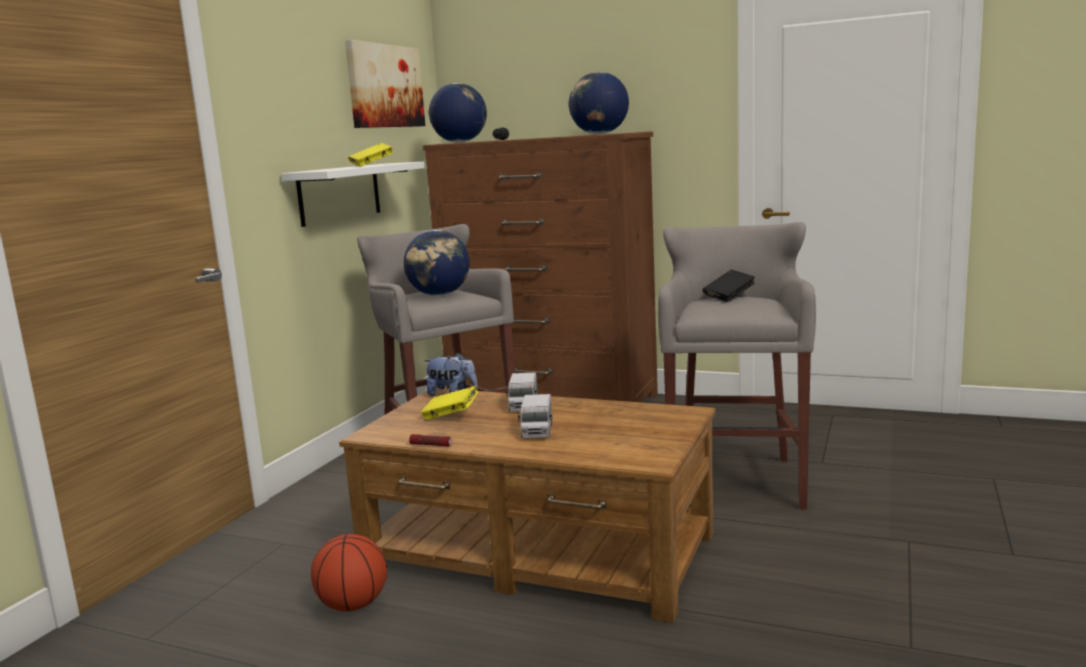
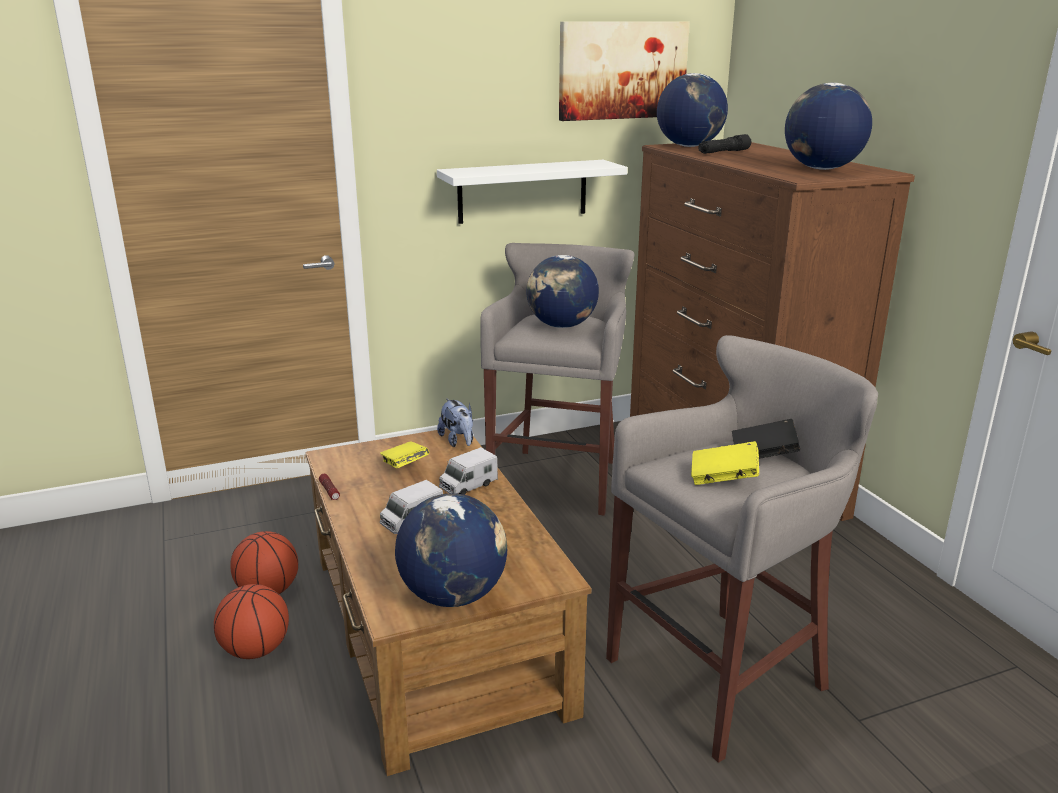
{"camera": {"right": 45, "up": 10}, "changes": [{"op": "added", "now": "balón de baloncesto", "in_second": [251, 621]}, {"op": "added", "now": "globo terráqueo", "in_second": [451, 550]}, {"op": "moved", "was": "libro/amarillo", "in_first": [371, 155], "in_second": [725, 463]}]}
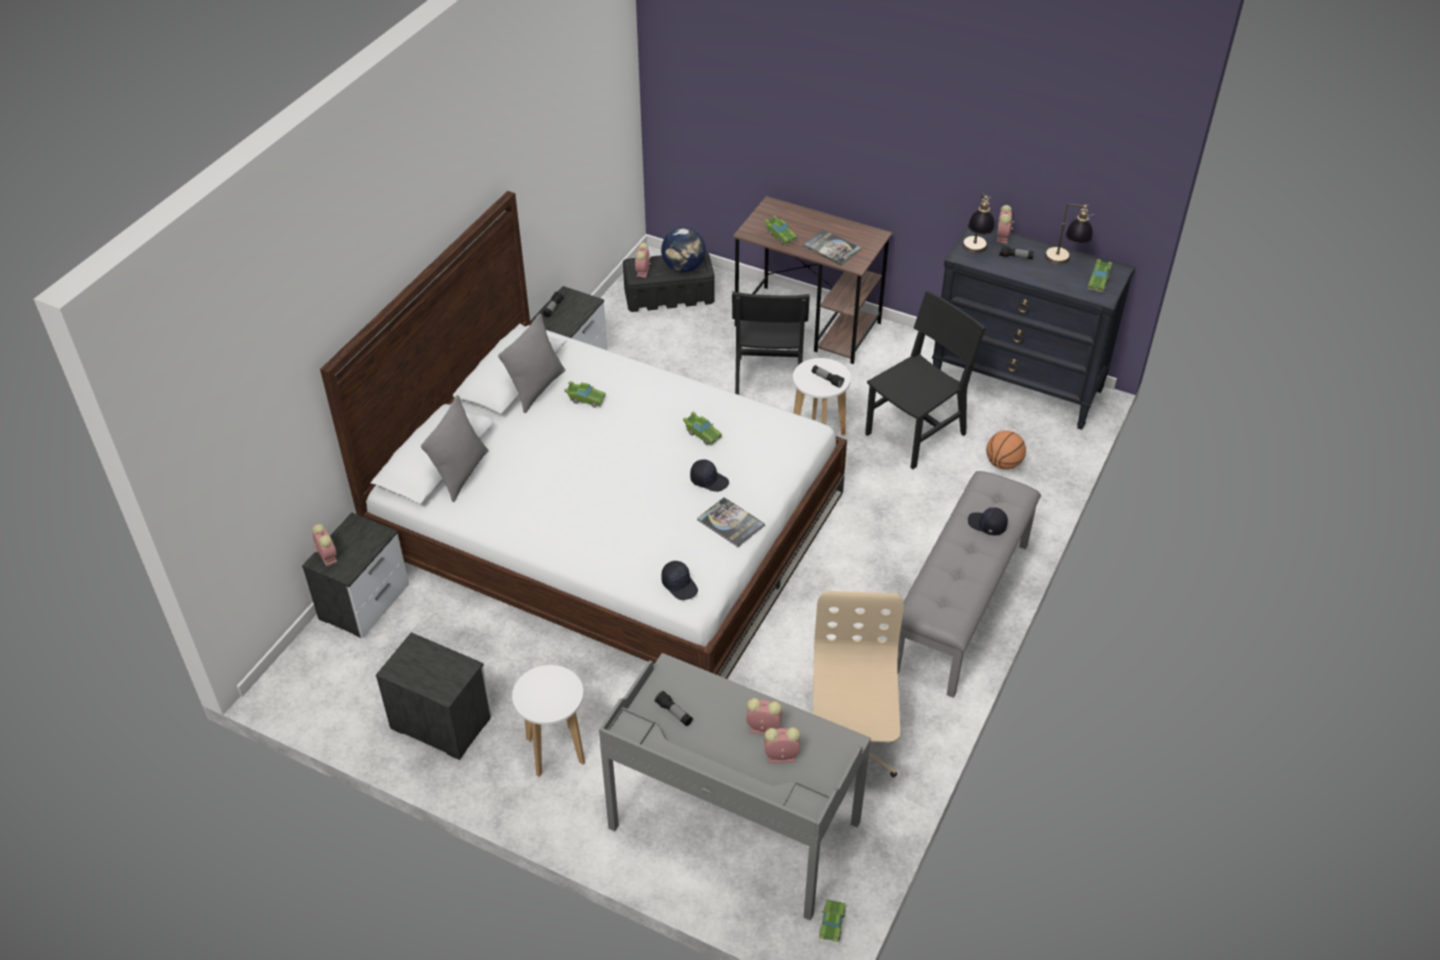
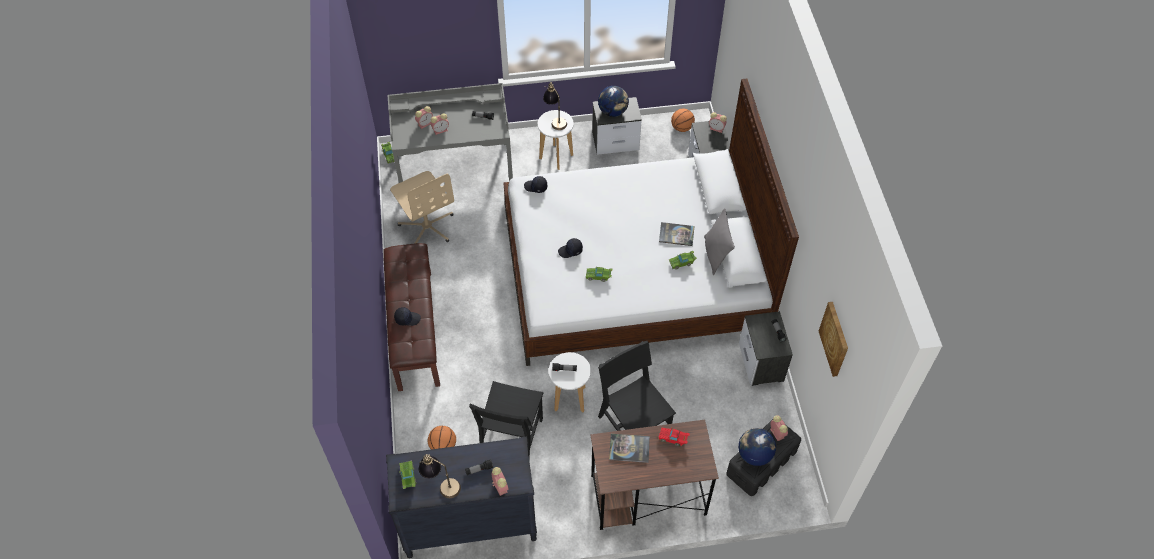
{"camera": {"right": 145, "up": 10}, "changes": [{"op": "removed", "was": "cojín/gris", "in_first": [454, 448]}, {"op": "added", "now": "globo terráqueo", "in_second": [613, 101]}, {"op": "added", "now": "balón de baloncesto", "in_second": [683, 120]}, {"op": "added", "now": "cuadro", "in_second": [833, 339]}, {"op": "moved", "was": "libro", "in_first": [731, 522], "in_second": [676, 234]}, {"op": "moved", "was": "lámpara de mesa", "in_first": [978, 223], "in_second": [555, 106]}, {"op": "recoloured", "was": "coche de juguete/verde", "now": "coche de juguete/rojo", "in_first": [780, 230], "in_second": [674, 436]}, {"op": "recoloured", "was": "banco/gris", "now": "banco/marrón", "in_first": [969, 584], "in_second": [411, 317]}]}
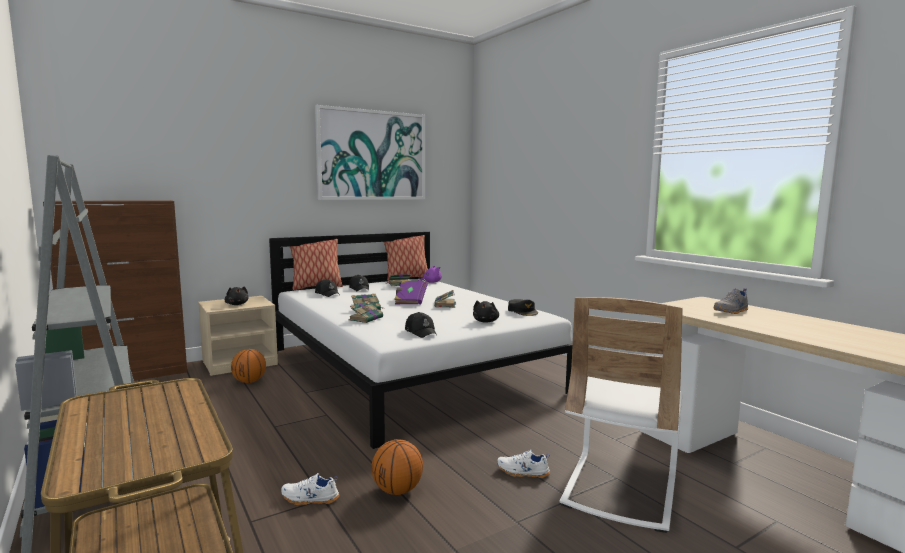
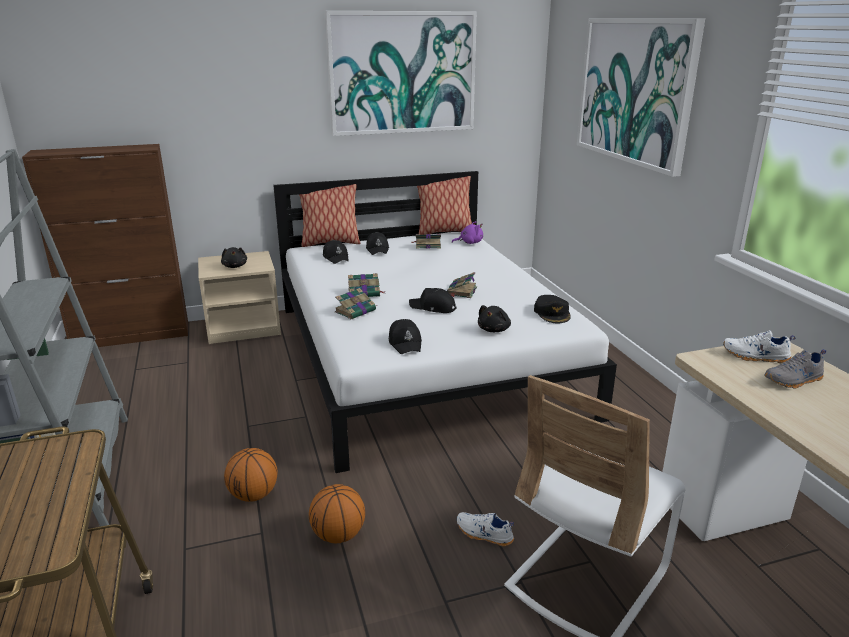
{"camera": {"right": 15, "up": 15}, "changes": [{"op": "removed", "was": "libro/morado", "in_first": [411, 292]}, {"op": "added", "now": "gorra/negro", "in_second": [432, 300]}, {"op": "added", "now": "cuadro", "in_second": [641, 98]}, {"op": "moved", "was": "balón de baloncesto", "in_first": [248, 366], "in_second": [251, 475]}, {"op": "moved", "was": "zapato/blanco", "in_first": [310, 489], "in_second": [759, 346]}]}
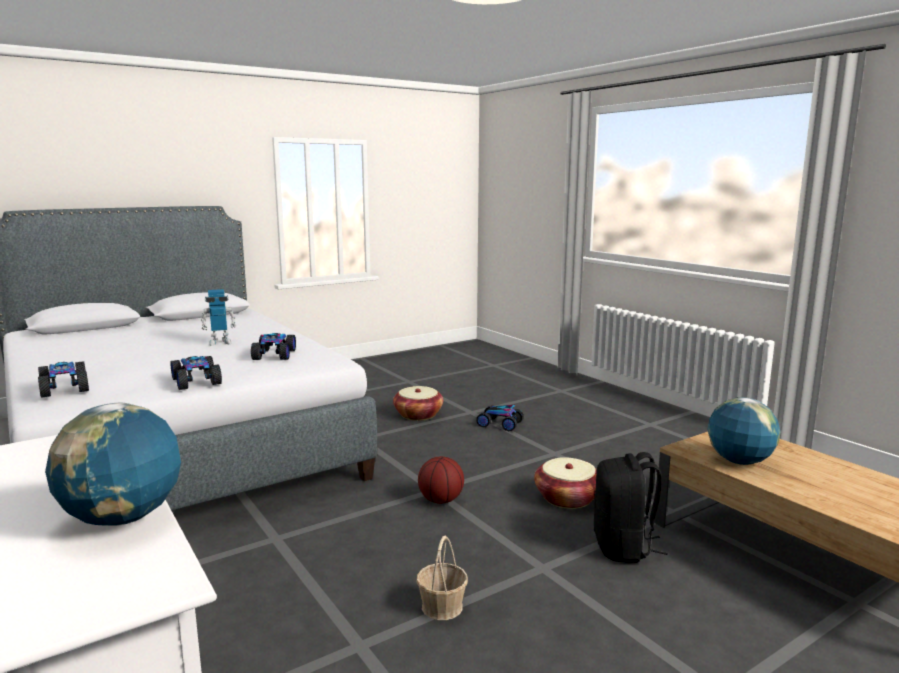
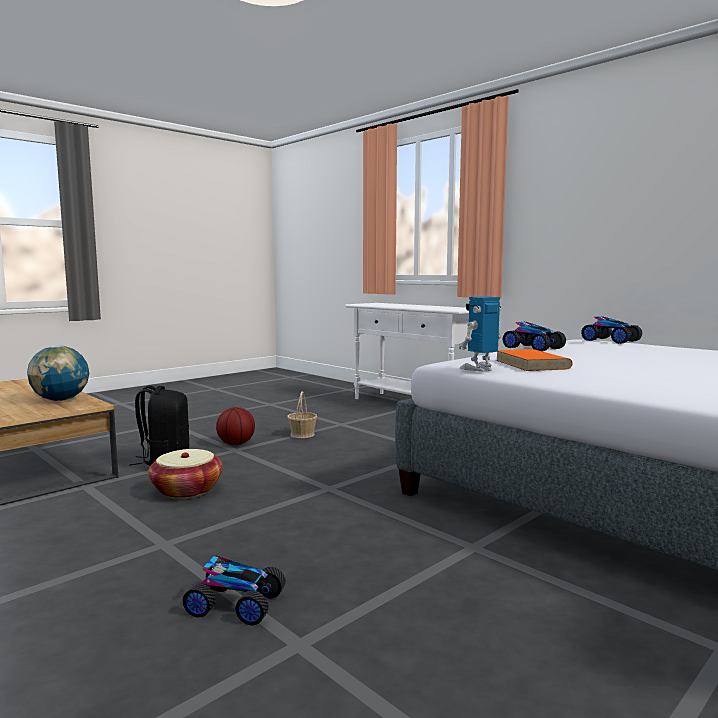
{"camera": {"right": 170, "up": -5}, "changes": [{"op": "removed", "was": "globo terráqueo", "in_first": [113, 464]}, {"op": "removed", "was": "cesta", "in_first": [418, 403]}, {"op": "moved", "was": "robot de juguete", "in_first": [218, 317], "in_second": [480, 334]}, {"op": "moved", "was": "balón de baloncesto", "in_first": [441, 480], "in_second": [235, 426]}, {"op": "replaced", "was": "coche de juguete", "now": "libro/naranja", "in_first": [273, 346], "in_second": [534, 360]}]}
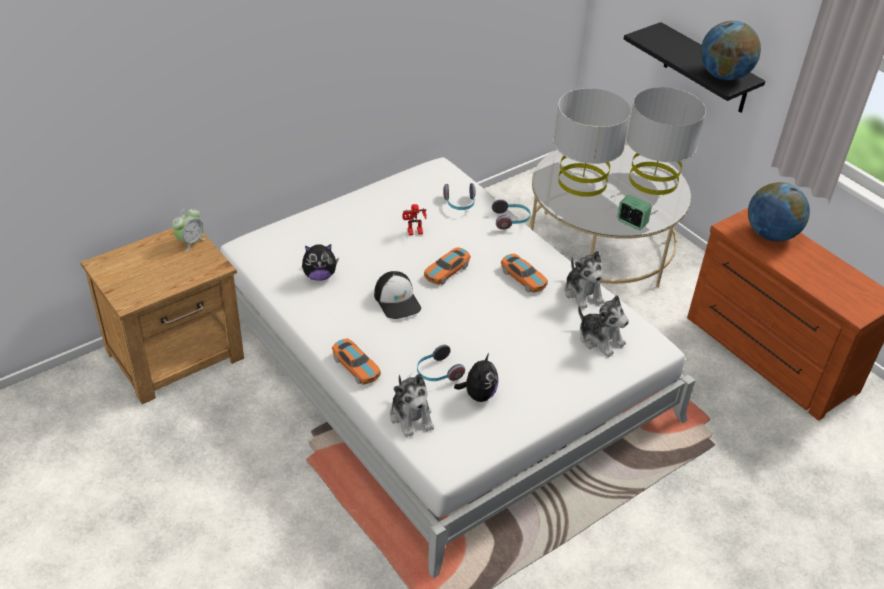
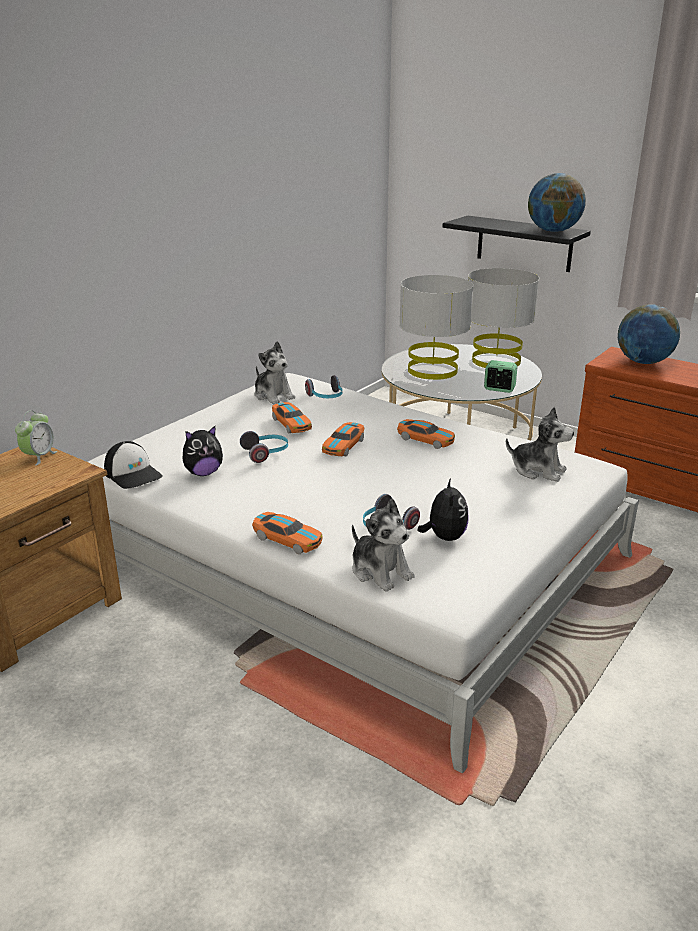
{"camera": {"right": -15, "up": -15}, "changes": [{"op": "moved", "was": "gorra", "in_first": [397, 295], "in_second": [133, 465]}, {"op": "moved", "was": "auriculares", "in_first": [511, 214], "in_second": [264, 447]}, {"op": "moved", "was": "peluche", "in_first": [584, 280], "in_second": [275, 373]}, {"op": "replaced", "was": "robot de juguete", "now": "coche de juguete", "in_first": [414, 219], "in_second": [292, 418]}]}
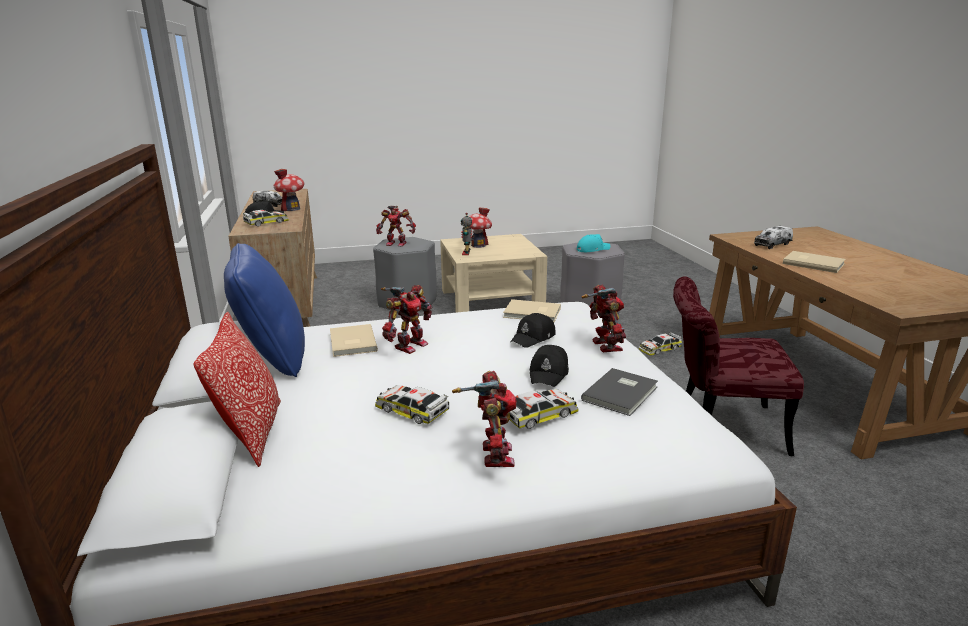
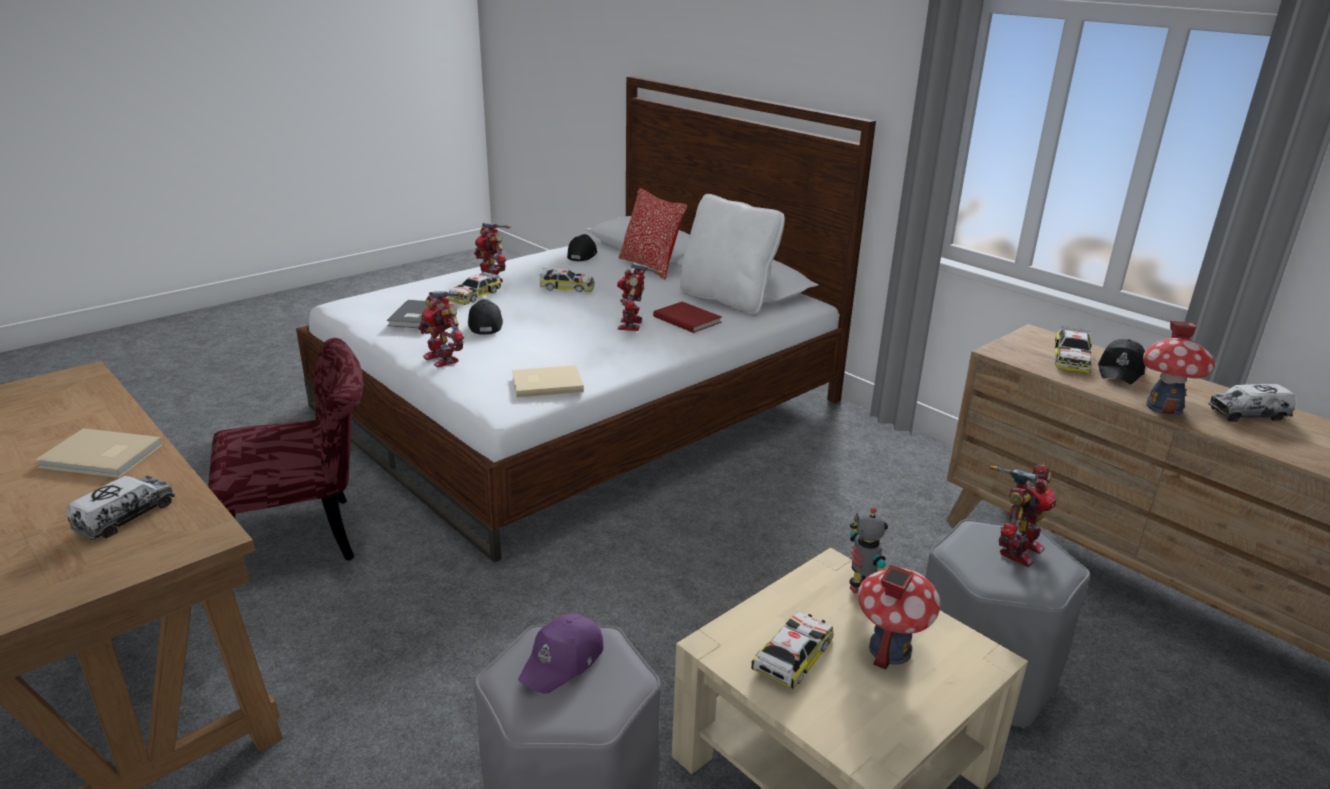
{"camera": {"right": 150, "up": 5}, "changes": [{"op": "moved", "was": "gorra/negro", "in_first": [533, 330], "in_second": [582, 247]}, {"op": "moved", "was": "coche de juguete", "in_first": [660, 344], "in_second": [792, 650]}, {"op": "recoloured", "was": "cojín/azul", "now": "cojín/blanco", "in_first": [264, 310], "in_second": [732, 254]}, {"op": "recoloured", "was": "libro/beis", "now": "libro/rojo", "in_first": [354, 340], "in_second": [687, 317]}, {"op": "recoloured", "was": "gorra/turquesa", "now": "gorra/morado", "in_first": [593, 243], "in_second": [560, 654]}, {"op": "turned", "was": "robot de juguete", "in_first": [396, 226], "in_second": [1022, 516], "clockwise": 150}]}
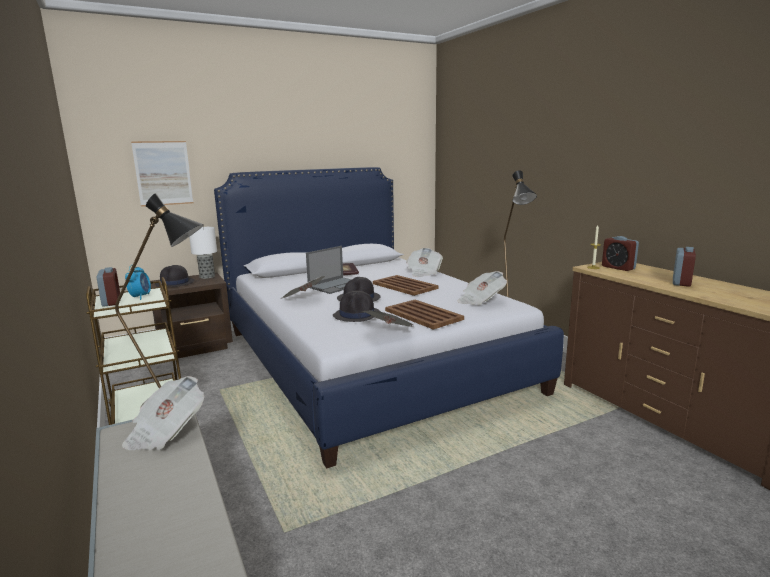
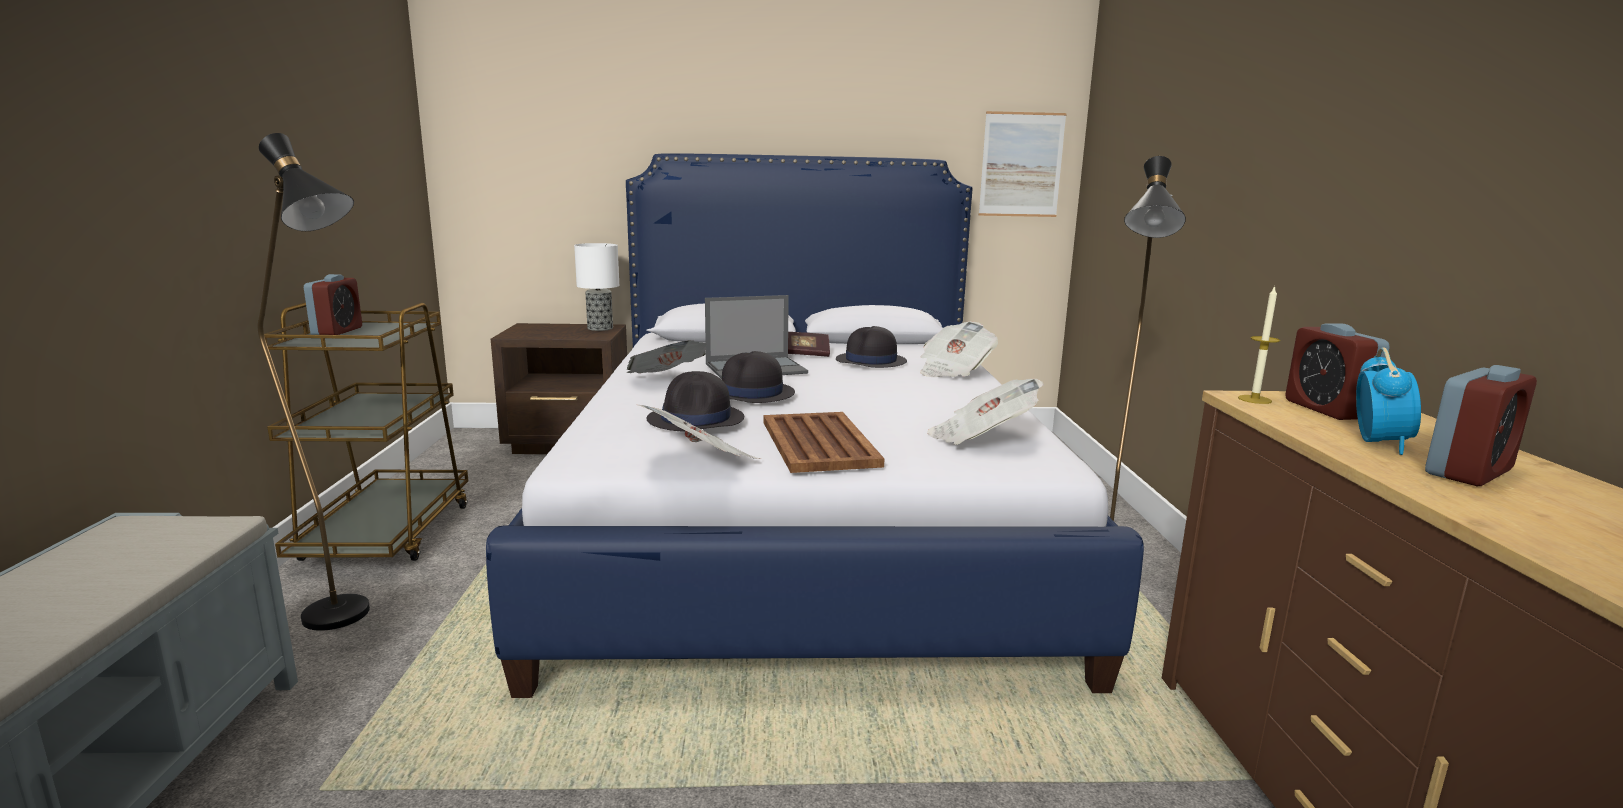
{"camera": {"right": 25, "up": 0}, "changes": [{"op": "removed", "was": "periódico", "in_first": [163, 413]}, {"op": "removed", "was": "bandeja/marrón", "in_first": [405, 285]}, {"op": "moved", "was": "despertador", "in_first": [138, 282], "in_second": [1388, 401]}, {"op": "moved", "was": "cuadro", "in_first": [162, 174], "in_second": [1023, 164]}, {"op": "moved", "was": "sombrero/negro", "in_first": [175, 276], "in_second": [871, 347]}]}
